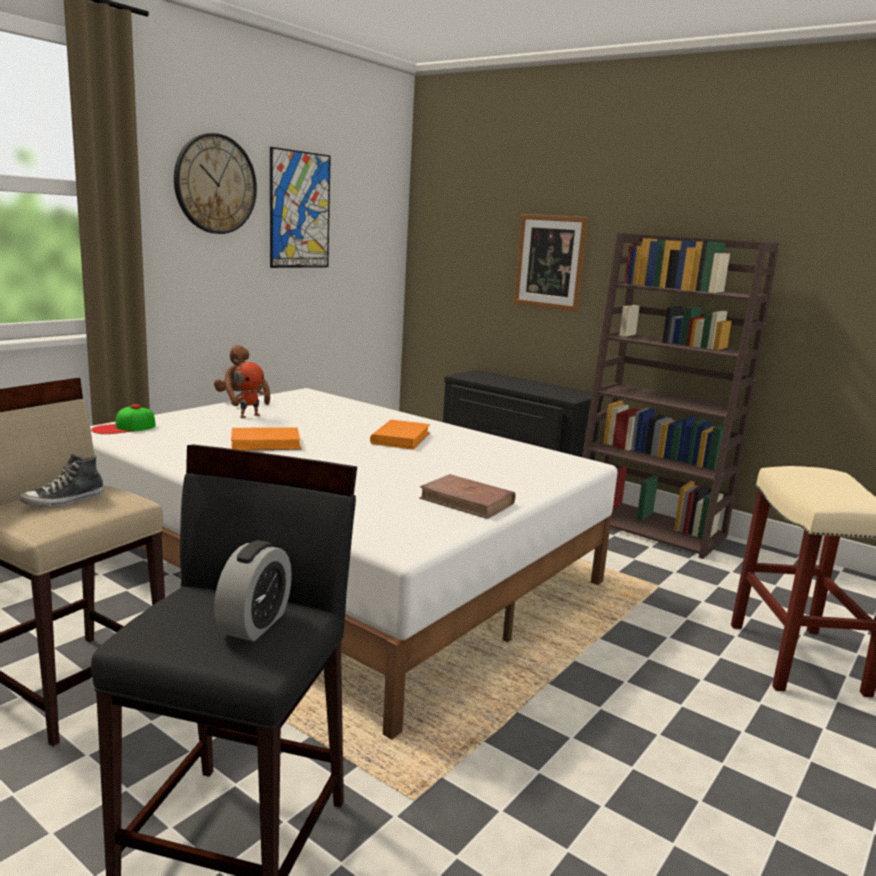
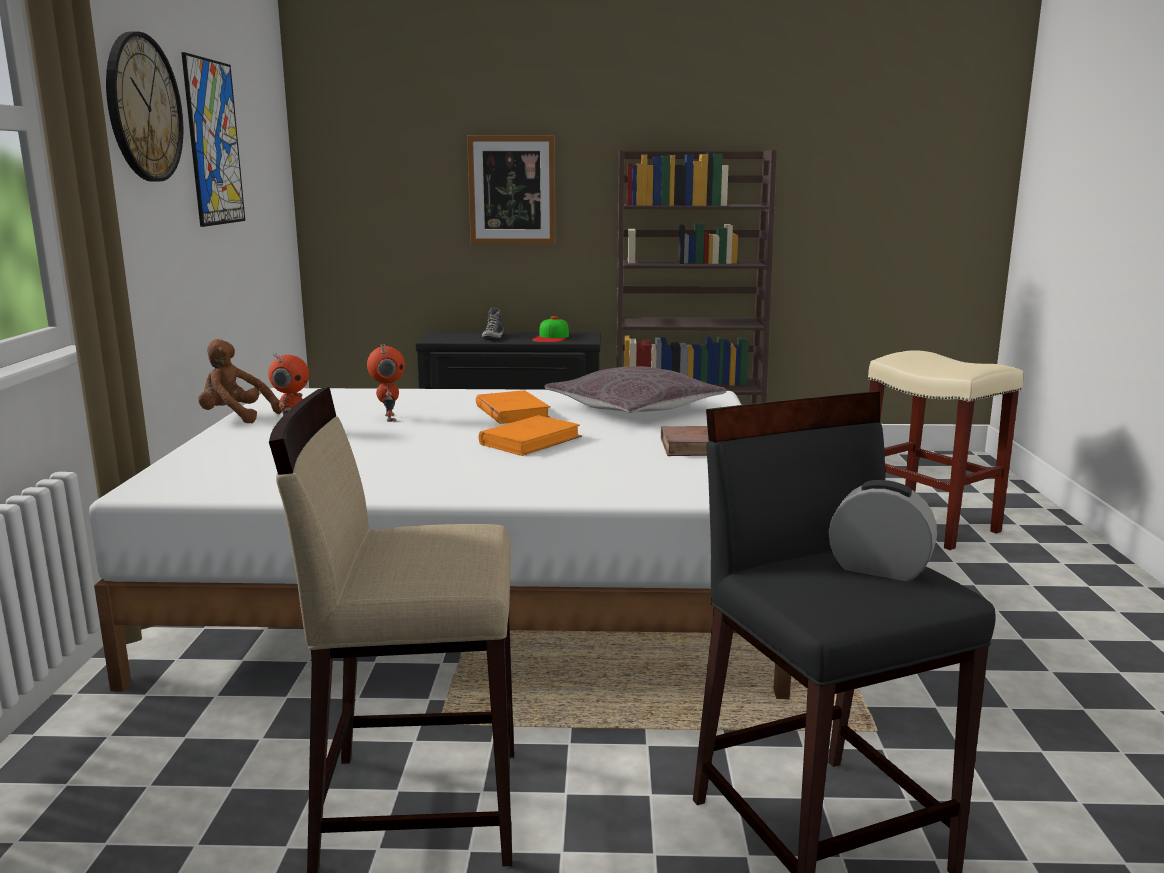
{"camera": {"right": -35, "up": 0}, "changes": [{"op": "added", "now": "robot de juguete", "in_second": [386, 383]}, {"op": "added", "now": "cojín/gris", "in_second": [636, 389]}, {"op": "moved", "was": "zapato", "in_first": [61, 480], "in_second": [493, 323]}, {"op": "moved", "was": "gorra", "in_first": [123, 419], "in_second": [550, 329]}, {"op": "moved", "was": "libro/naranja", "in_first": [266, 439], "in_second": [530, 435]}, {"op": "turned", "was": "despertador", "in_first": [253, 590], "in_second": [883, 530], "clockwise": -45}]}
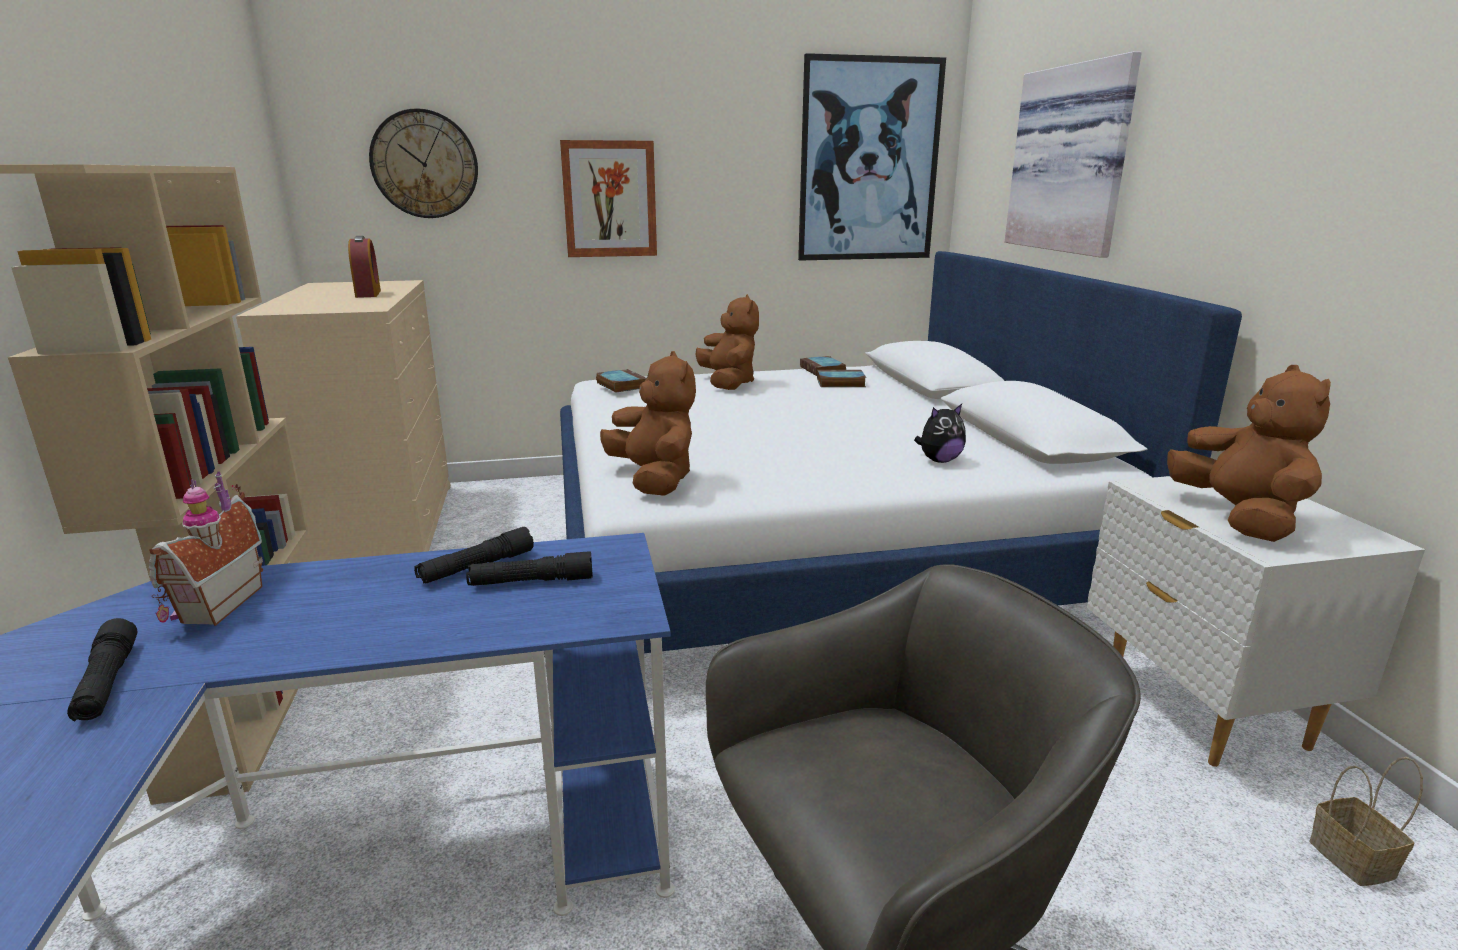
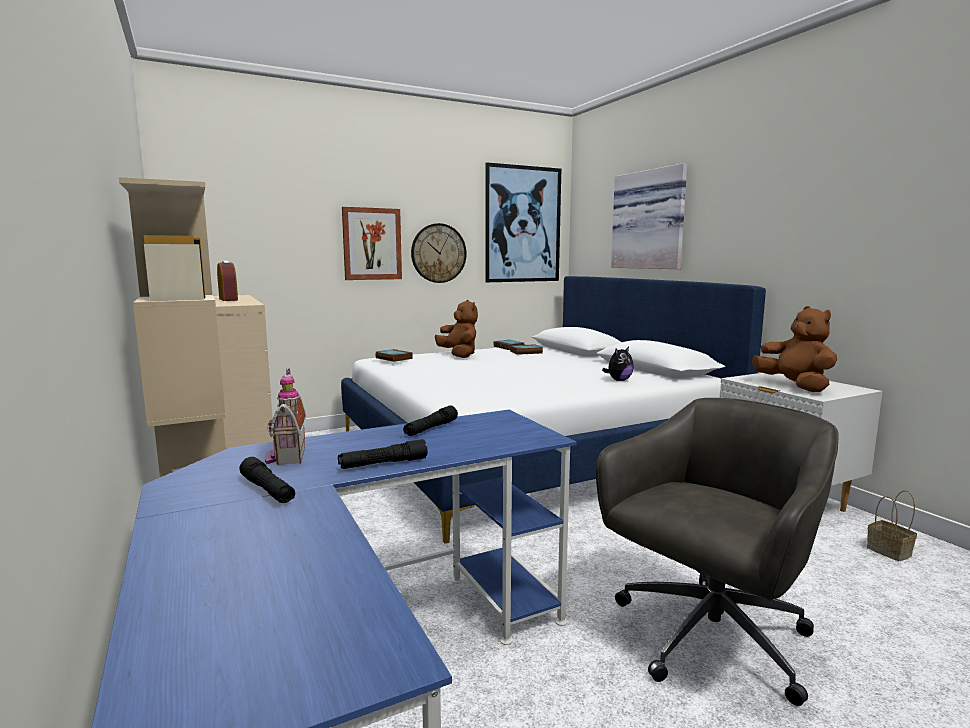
{"camera": {"right": -15, "up": -10}, "changes": [{"op": "removed", "was": "peluche/marrón", "in_first": [648, 423]}, {"op": "moved", "was": "reloj de pared", "in_first": [423, 163], "in_second": [438, 253]}, {"op": "moved", "was": "linterna/negro", "in_first": [529, 568], "in_second": [383, 454]}]}
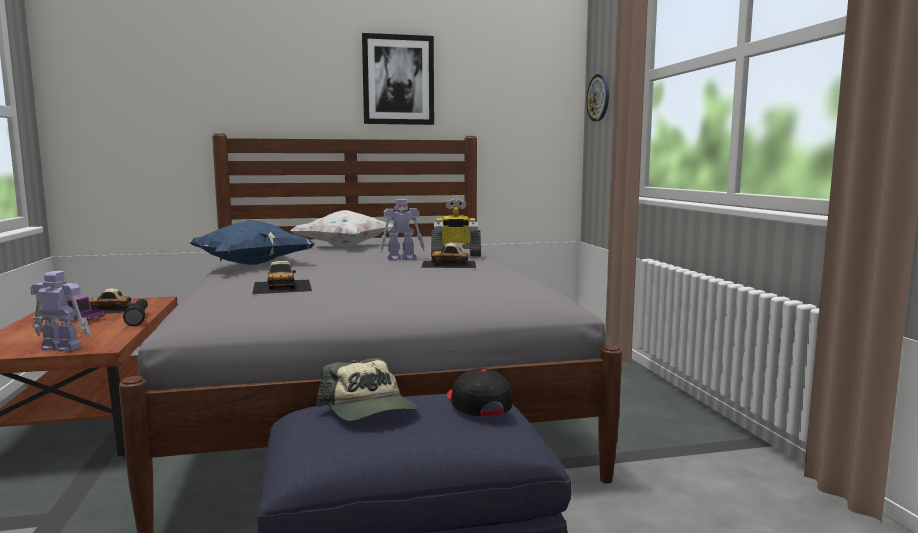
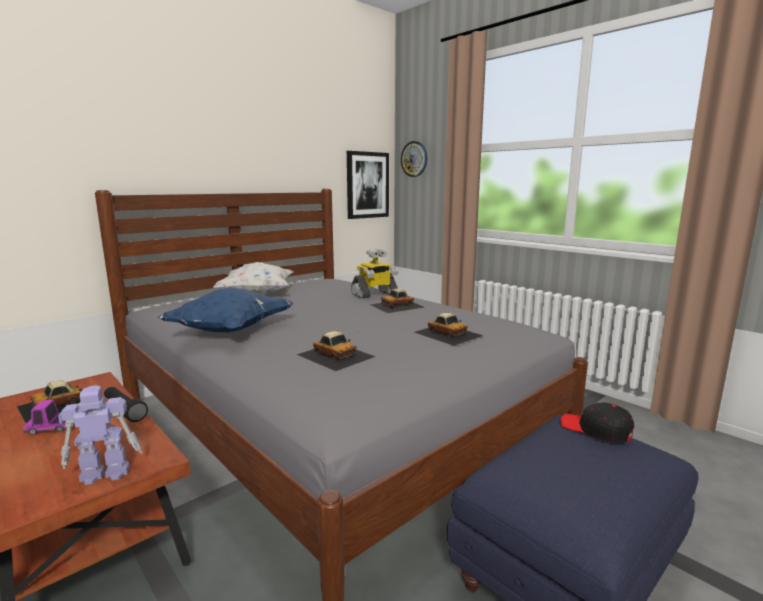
{"camera": {"right": -30, "up": 5}, "changes": [{"op": "removed", "was": "gorra", "in_first": [366, 389]}, {"op": "removed", "was": "robot de juguete", "in_first": [402, 230]}, {"op": "added", "now": "coche de juguete", "in_second": [448, 329]}, {"op": "moved", "was": "cuadro", "in_first": [398, 79], "in_second": [368, 185]}]}
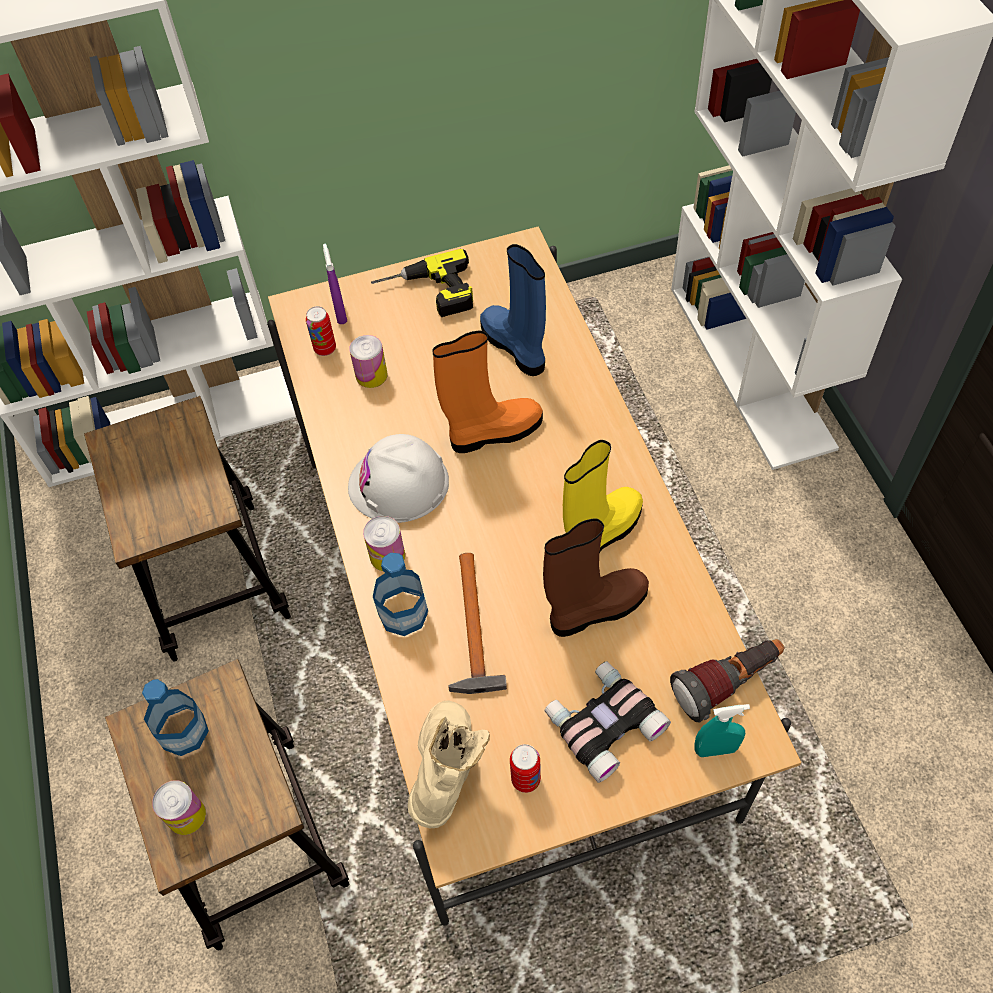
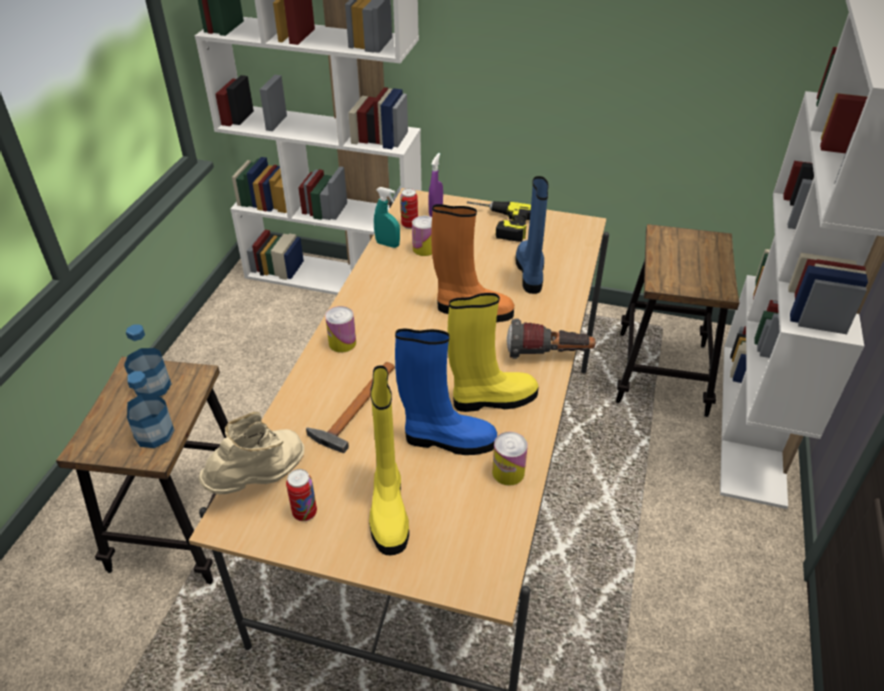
{"camera": {"right": 30, "up": -15}, "changes": [{"op": "removed", "was": "casco/blanco", "in_first": [398, 478]}, {"op": "moved", "was": "taburete", "in_first": [187, 529], "in_second": [677, 320]}, {"op": "moved", "was": "lata", "in_first": [179, 807], "in_second": [510, 459]}, {"op": "moved", "was": "botella", "in_first": [400, 594], "in_second": [150, 409]}, {"op": "moved", "was": "linterna", "in_first": [727, 681], "in_second": [551, 339]}, {"op": "moved", "was": "pulverizador/turquesa", "in_first": [722, 730], "in_second": [387, 217]}, {"op": "replaced", "was": "prismáticos", "now": "bota/amarillo", "in_first": [608, 722], "in_second": [389, 460]}, {"op": "recoloured", "was": "bota/marrón", "now": "bota/azul", "in_first": [596, 577], "in_second": [446, 392]}]}
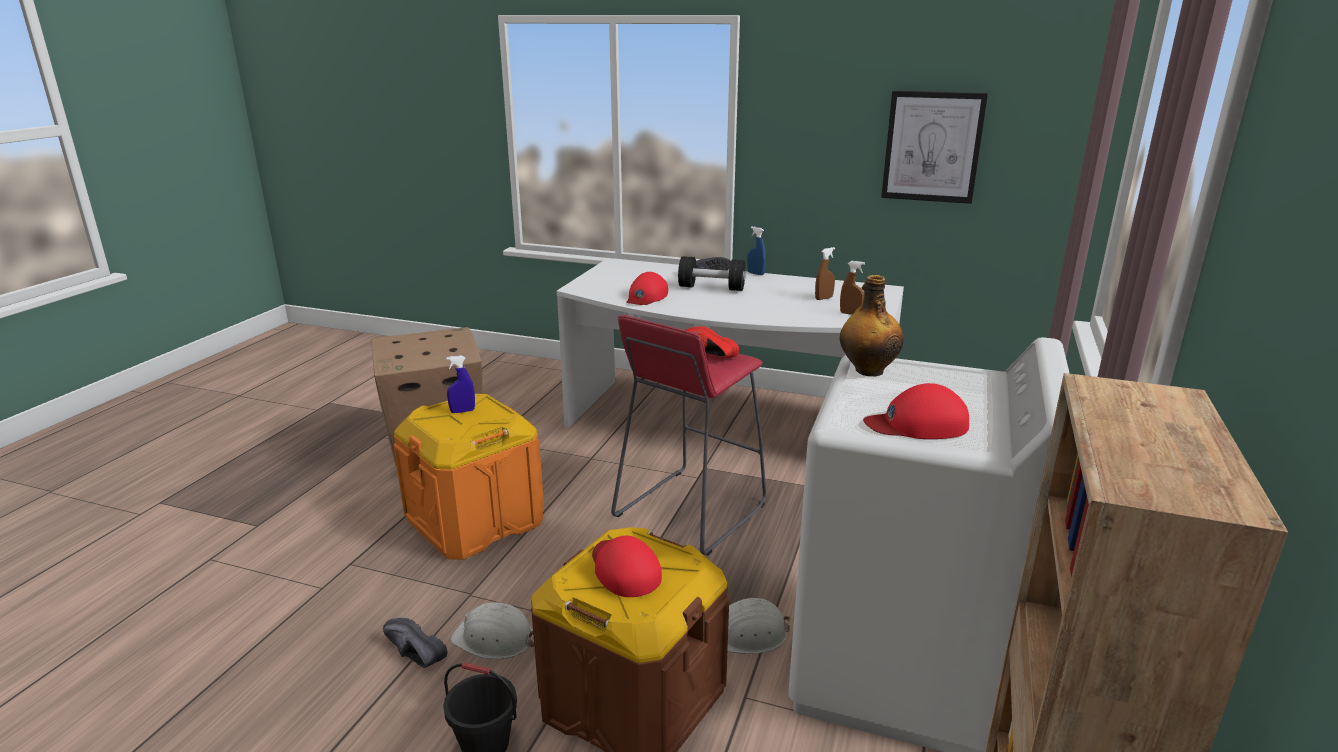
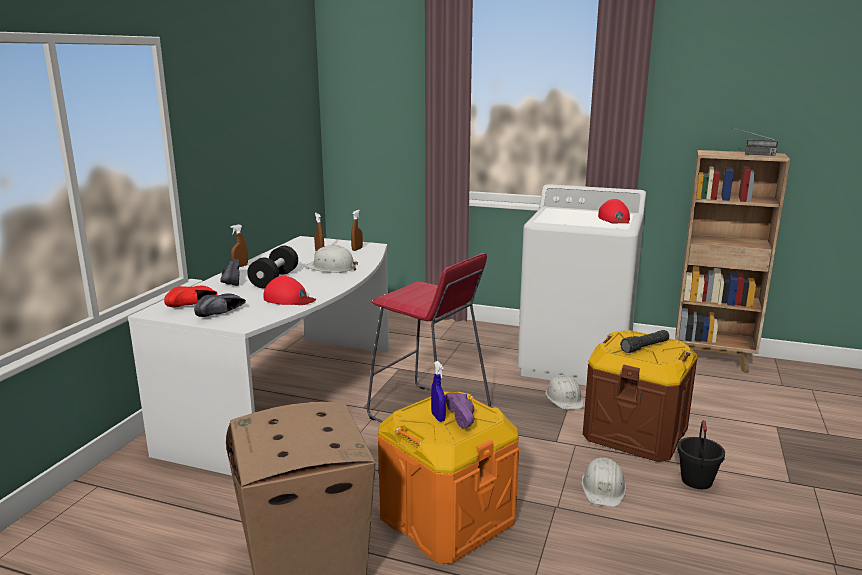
{"camera": {"right": -90, "up": -5}, "changes": [{"op": "removed", "was": "botella", "in_first": [872, 325]}, {"op": "removed", "was": "cuadro", "in_first": [934, 147]}, {"op": "added", "now": "casco/blanco", "in_second": [332, 259]}, {"op": "added", "now": "zapato/morado", "in_second": [459, 410]}, {"op": "added", "now": "radio", "in_second": [755, 141]}, {"op": "moved", "was": "zapato/negro", "in_first": [415, 643], "in_second": [220, 305]}, {"op": "moved", "was": "zapato/rojo", "in_first": [712, 342], "in_second": [190, 296]}, {"op": "replaced", "was": "gorra/rojo", "now": "linterna/negro", "in_first": [627, 566], "in_second": [644, 341]}, {"op": "recoloured", "was": "pulverizador/azul", "now": "pulverizador/marrón", "in_first": [756, 250], "in_second": [239, 245]}]}
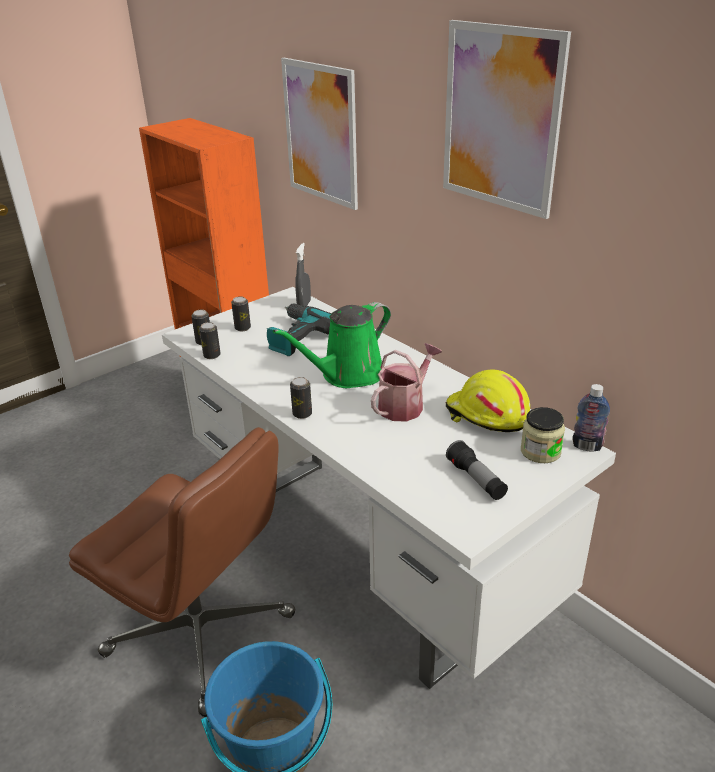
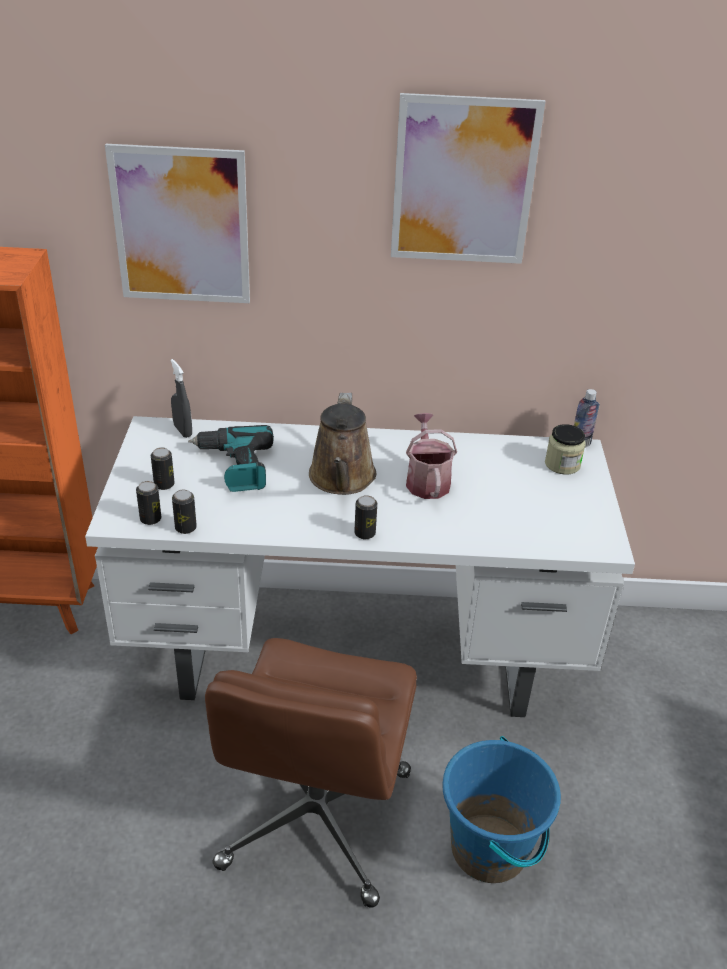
{"camera": {"right": -50, "up": 5}, "changes": [{"op": "removed", "was": "casco/amarillo", "in_first": [488, 401]}, {"op": "removed", "was": "linterna", "in_first": [477, 470]}, {"op": "recoloured", "was": "regadera/verde", "now": "regadera/marrón", "in_first": [332, 345], "in_second": [342, 444]}, {"op": "turned", "was": "silla de oficina/marrón", "in_first": [182, 572], "in_second": [311, 773], "clockwise": 120}]}
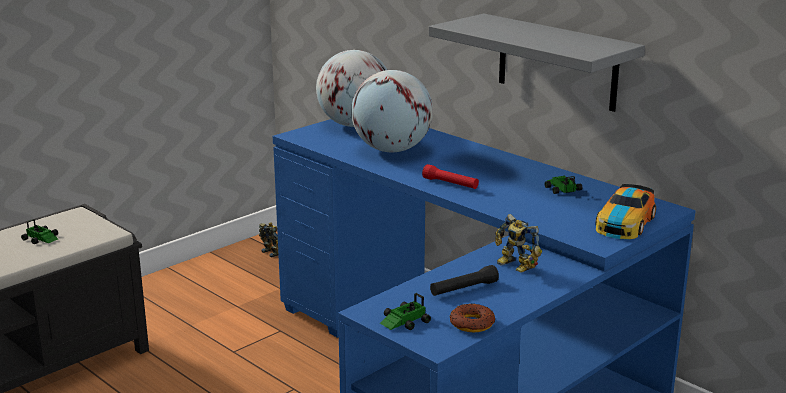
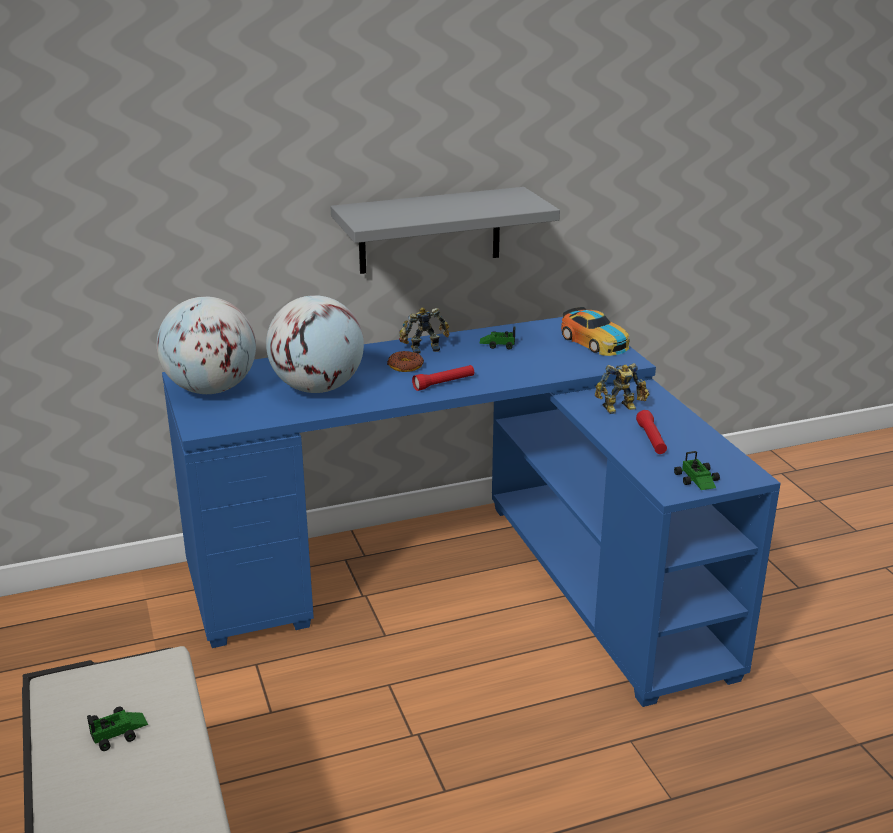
{"camera": {"right": -65, "up": 5}, "changes": [{"op": "moved", "was": "robot de juguete", "in_first": [268, 240], "in_second": [424, 330]}, {"op": "moved", "was": "rosquilla", "in_first": [472, 318], "in_second": [405, 361]}, {"op": "recoloured", "was": "linterna/negro", "now": "linterna/rojo", "in_first": [464, 280], "in_second": [651, 432]}]}
